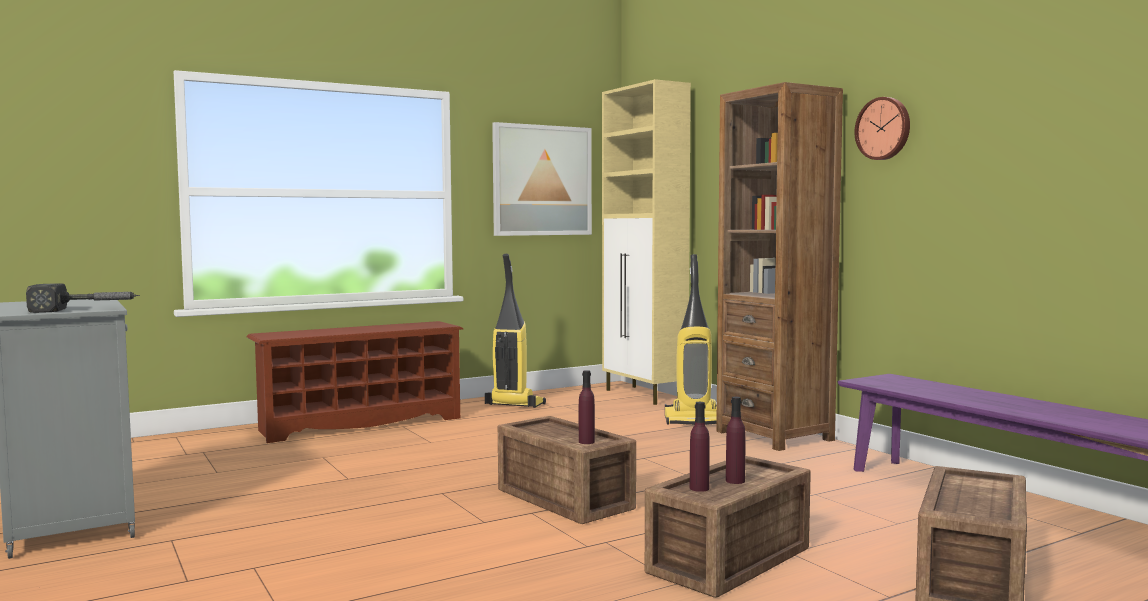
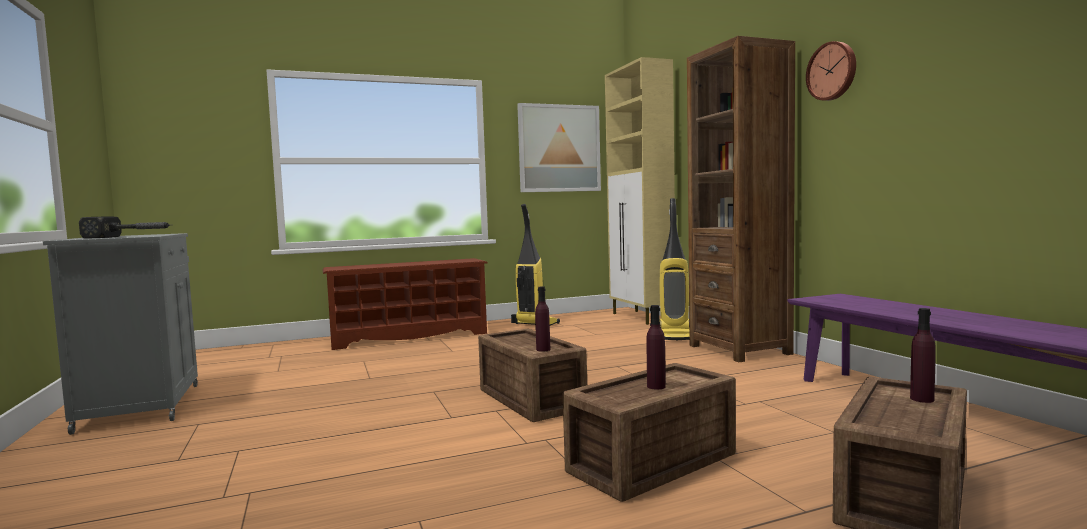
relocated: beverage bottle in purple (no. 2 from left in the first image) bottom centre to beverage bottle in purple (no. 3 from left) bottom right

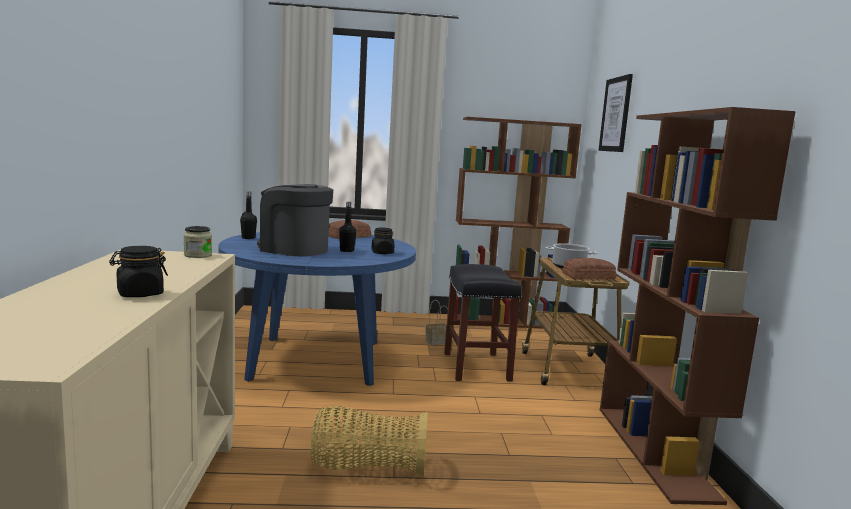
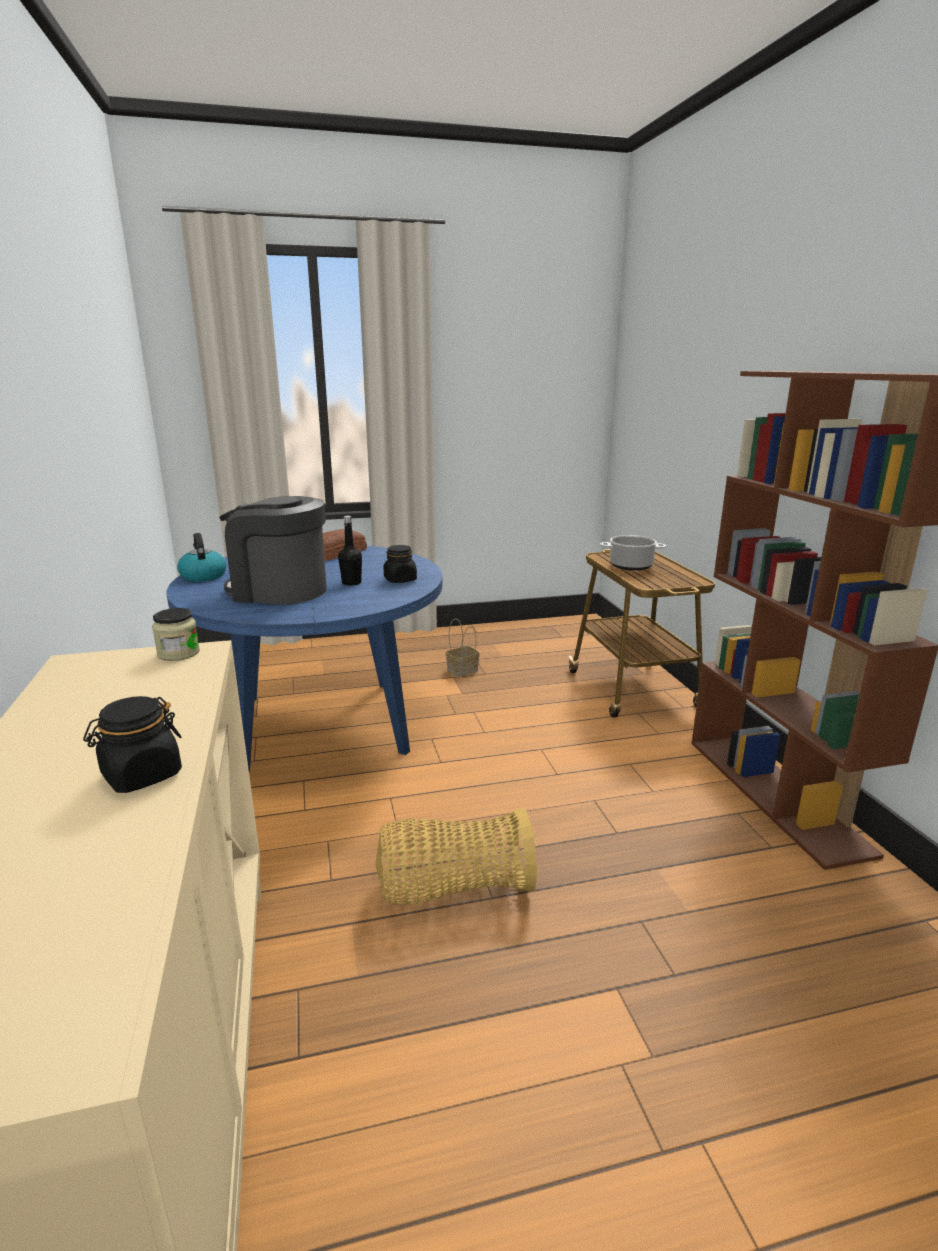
missing: stool seat in black centre; bookcase in brown-coloured (no. 1 from left) centre; bakery bread (no. 2 from left) middle right; picture top right
exchanged: beverage bottle in black (no. 1 from left) middle left to water kettle middle left

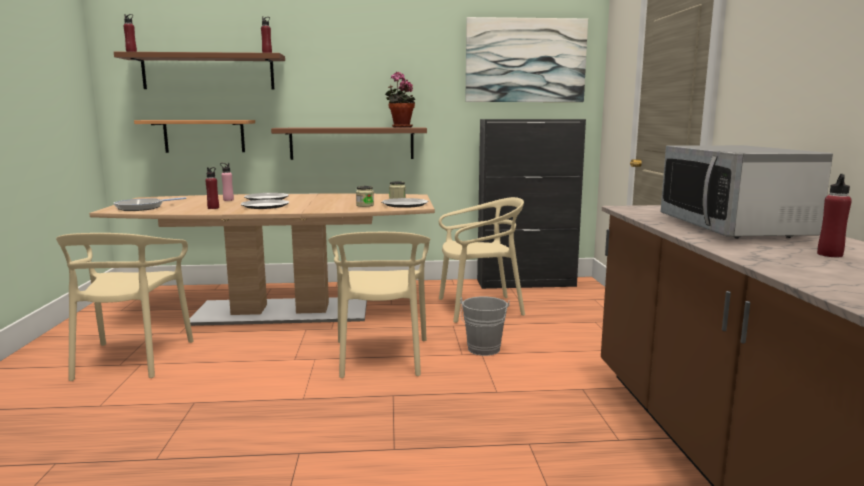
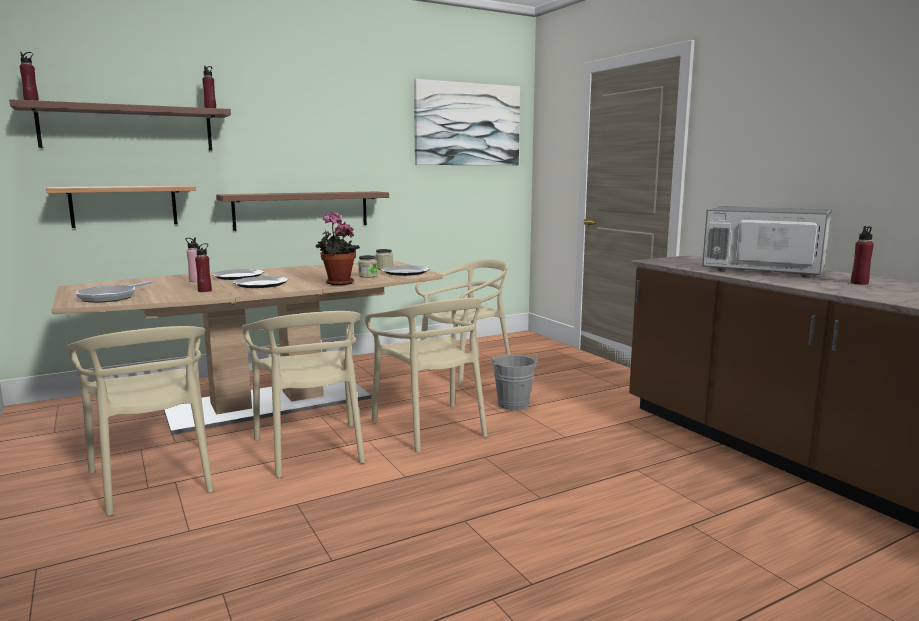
missing: cupboard in black centre
appeared: plain chair in sand-coloured (no. 2 from left) middle left
relocated: houseplant top centre to centre
spun: kitchen microwave middle right = middle right 150 degrees clockwise

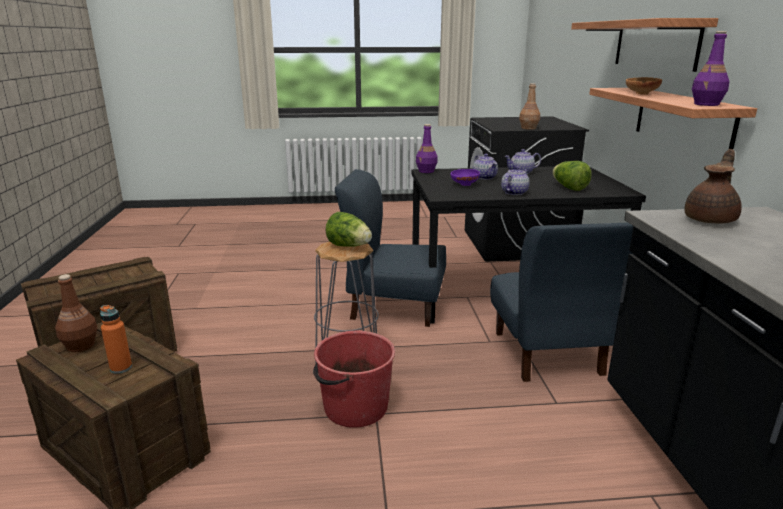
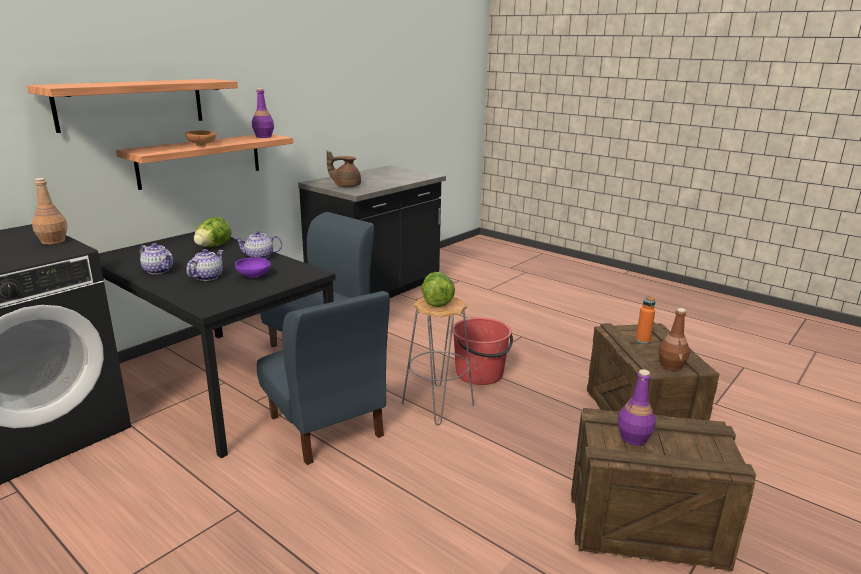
relocated: beverage bottle in purple (no. 1 from left in the first image) top centre to beverage bottle in purple (no. 2 from left) bottom right

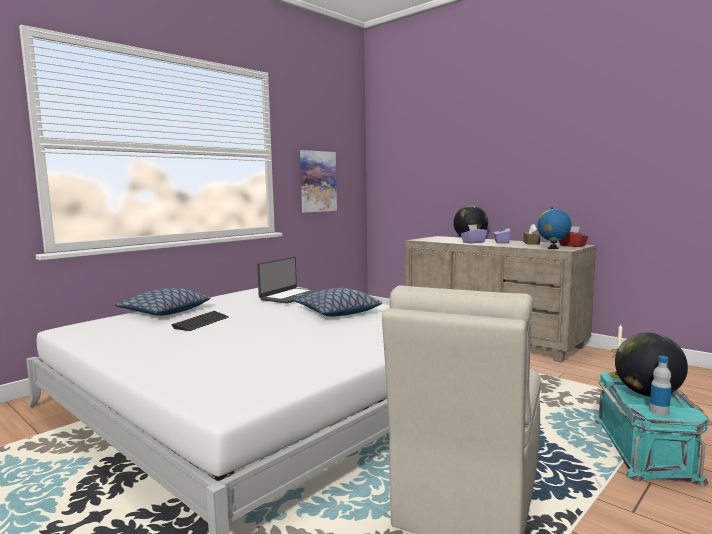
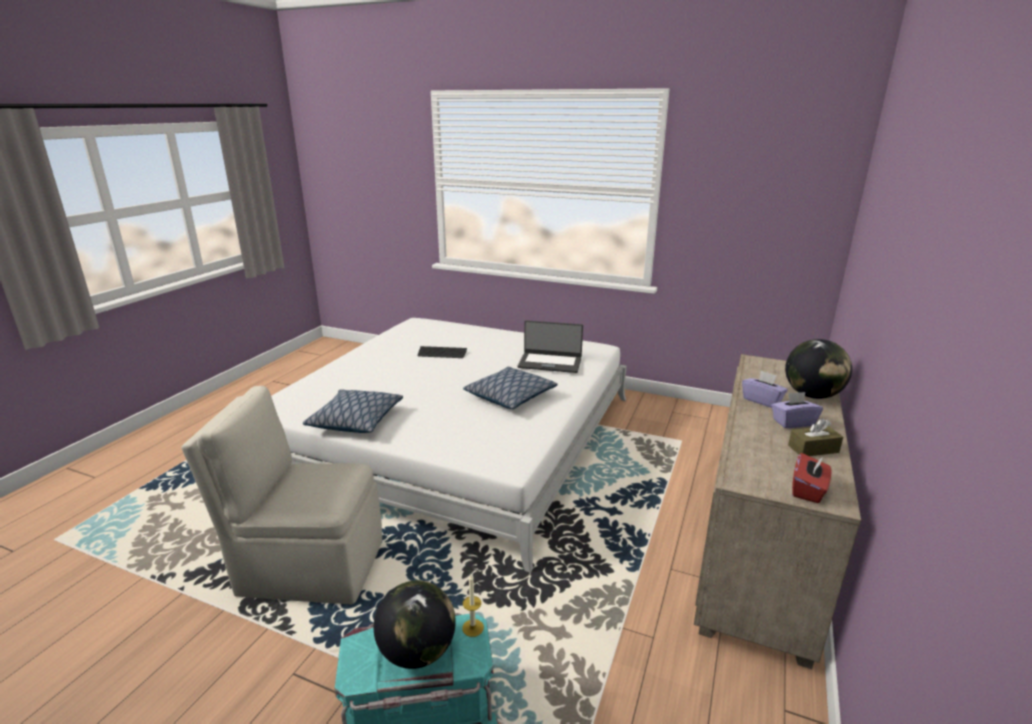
missing: picture centre; globe (no. 2 from left) middle right; beverage bottle bottom right
relocated: throw pillow (no. 1 from left) middle left to centre

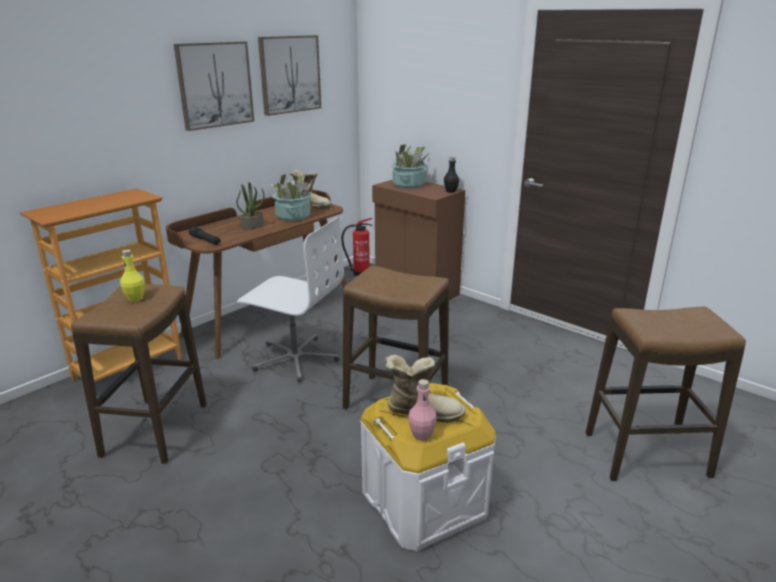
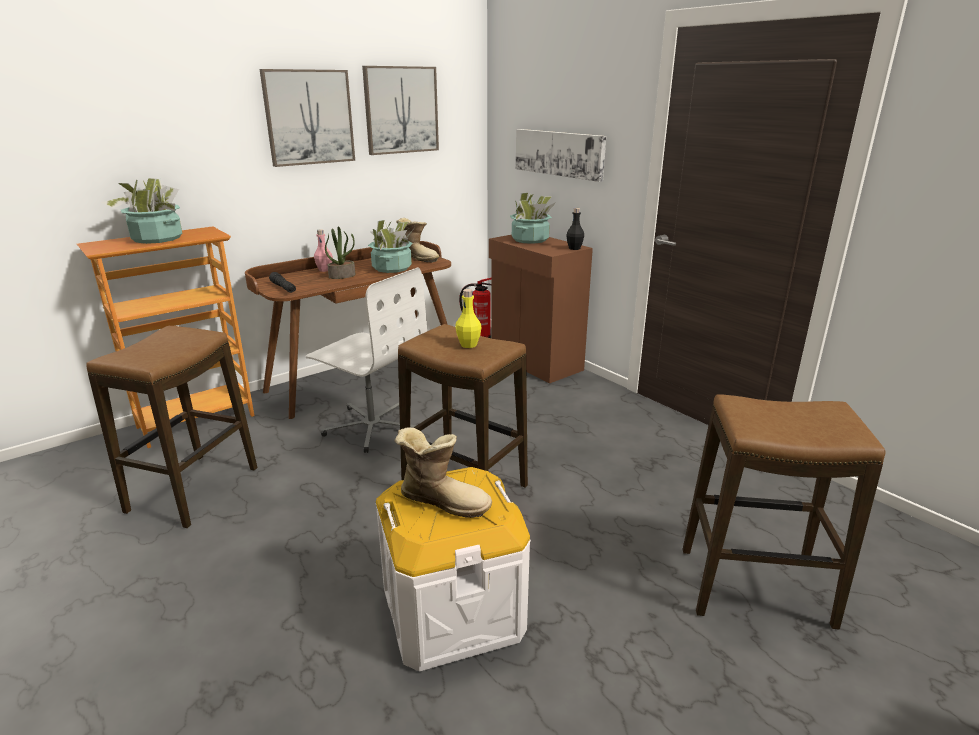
appeared: houseplant (no. 1 from left) top left; picture (no. 3 from left) top centre
relocated: beverage bottle in yellow-coloured middle left to centre; beverage bottle in pink-coloured bottom centre to middle left

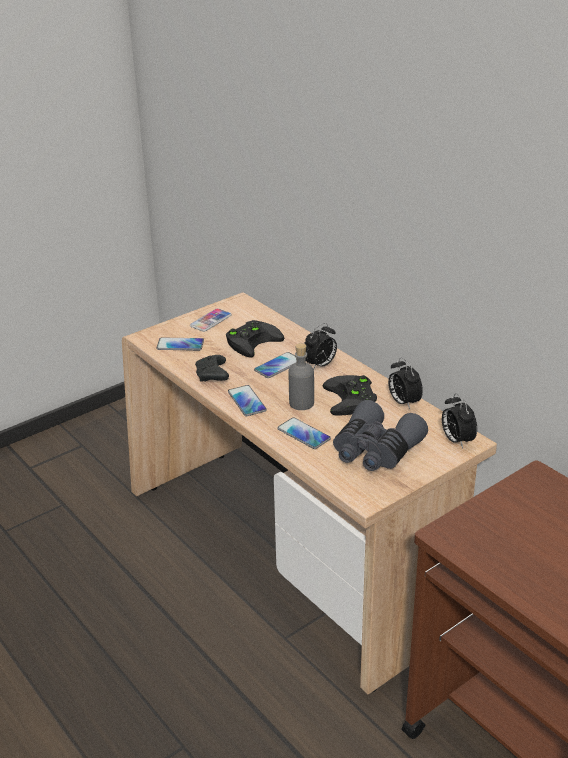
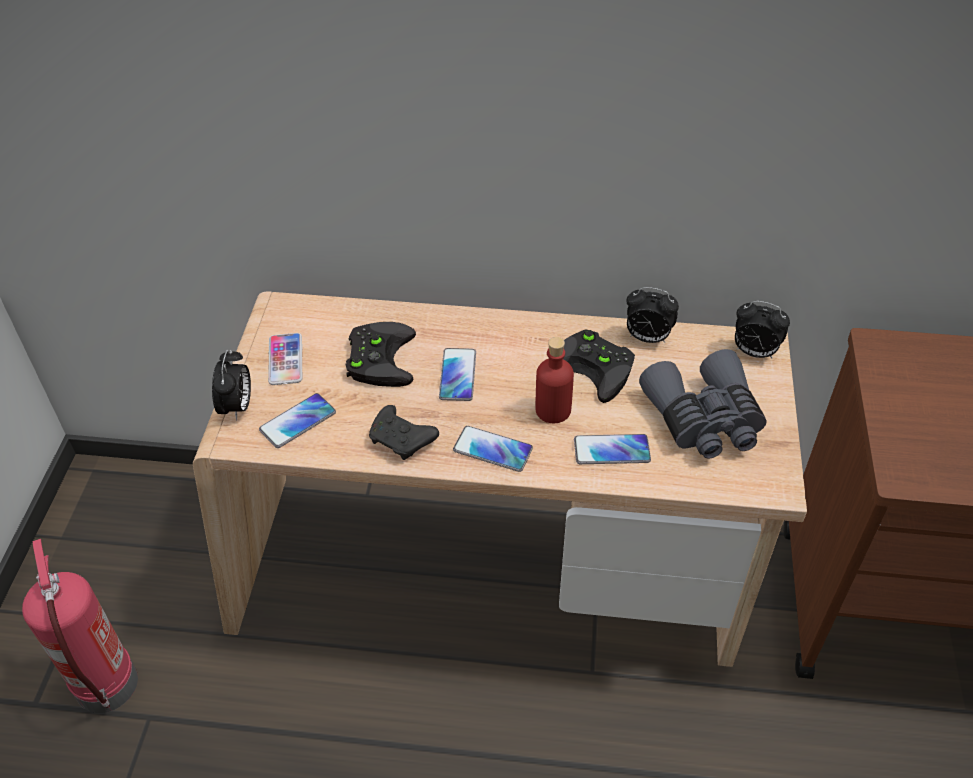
appeared: extinguisher bottom left
relocated: alarm clock (no. 1 from left) centre to middle left
colour: beverage bottle in grey centre to beverage bottle in red-coloured centre

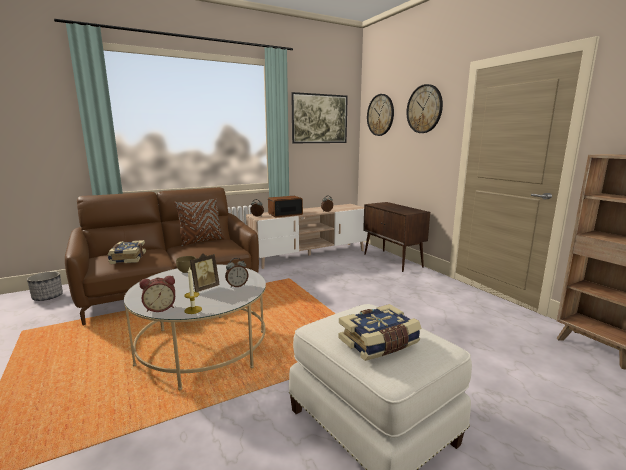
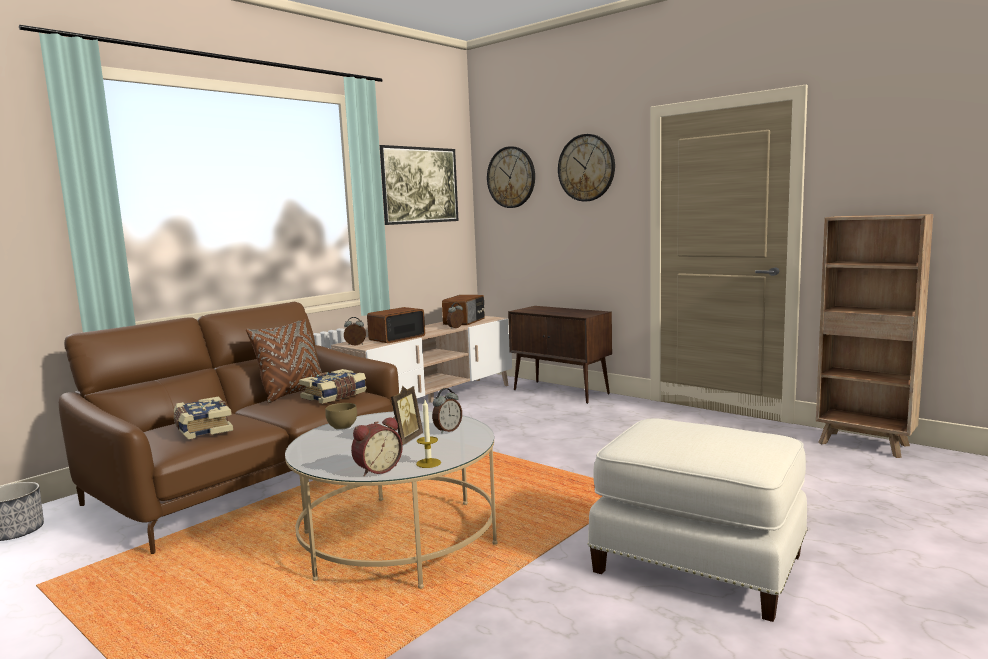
appeared: radio set (no. 2 from left) centre
relocated: bound book (no. 2 from left) bottom centre to centre

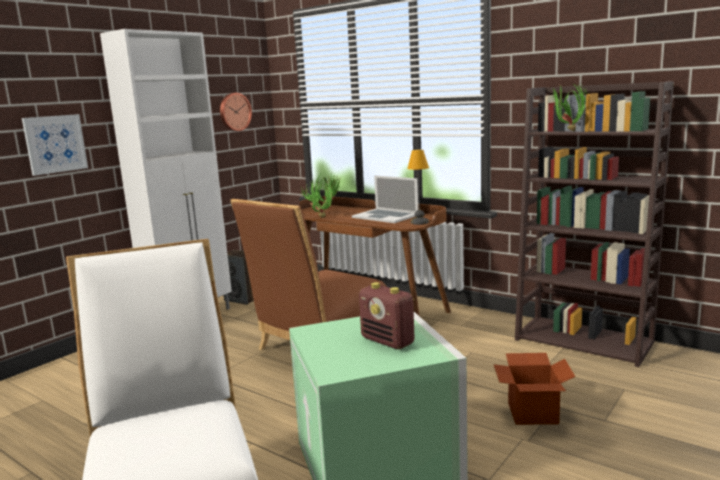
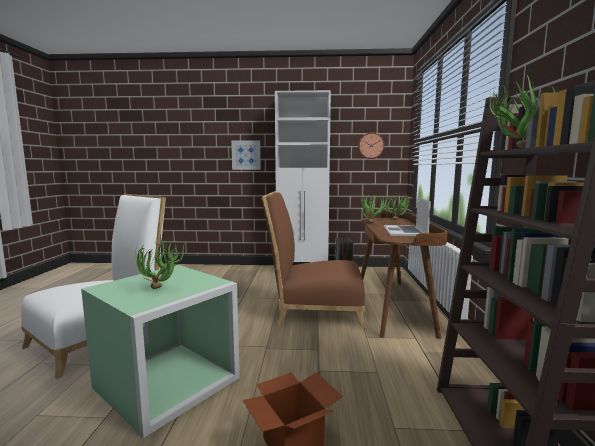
missing: tabletop lamp centre
exchanged: radio set centre to houseplant (no. 1 from left) middle left

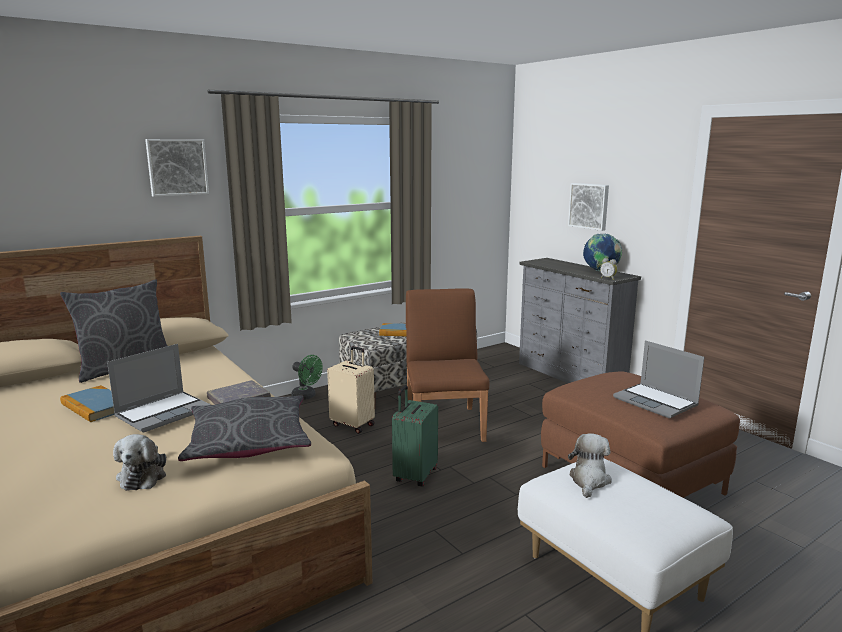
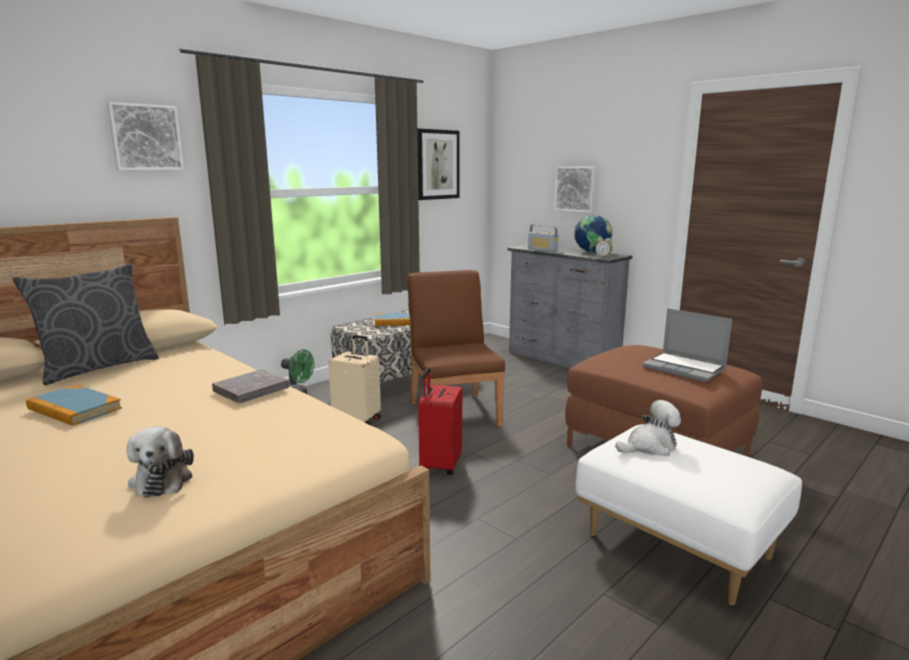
missing: portable computer (no. 1 from left) middle left; throw pillow in grey (no. 2 from left) bottom left
appeared: picture (no. 2 from left) top centre; radio set centre
colour: piece of luggage in greenish bottom centre to piece of luggage in red-coloured centre
spun: cuddly toy (no. 2 from left) bottom right = middle right 60 degrees clockwise

